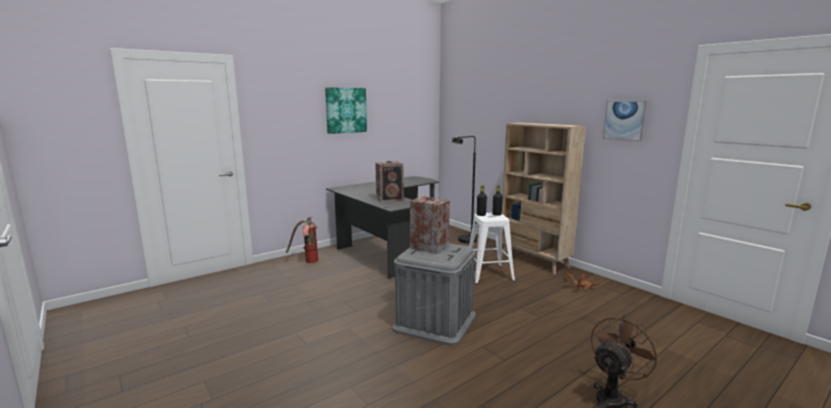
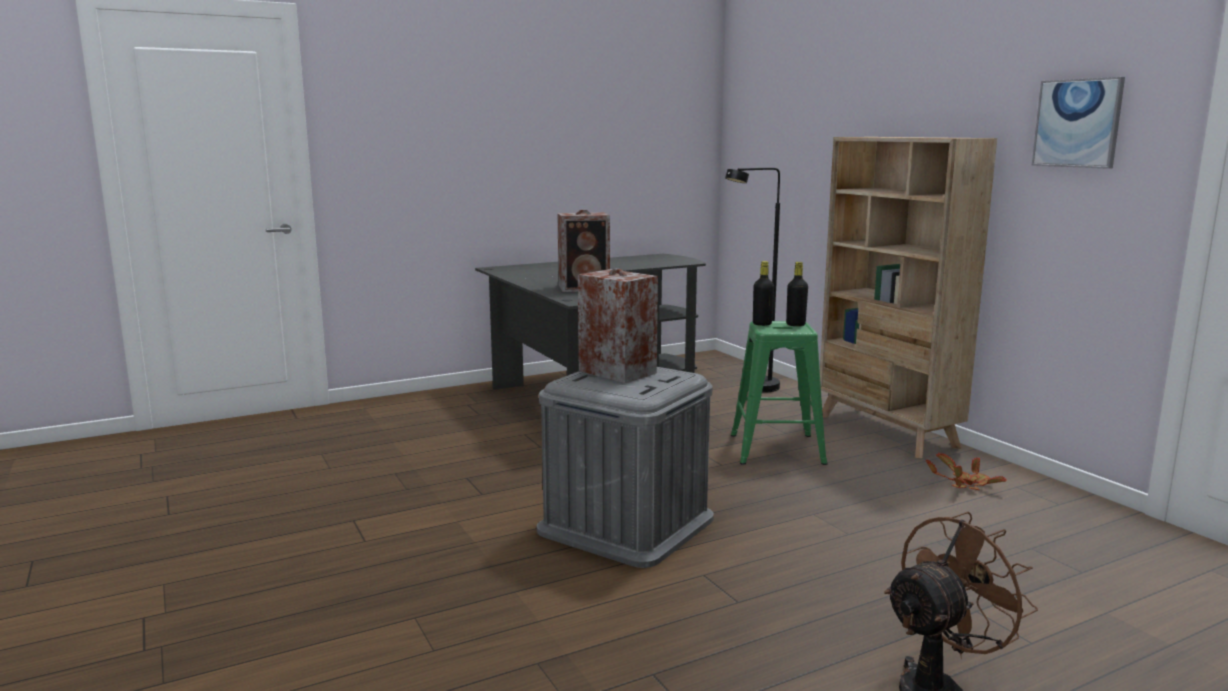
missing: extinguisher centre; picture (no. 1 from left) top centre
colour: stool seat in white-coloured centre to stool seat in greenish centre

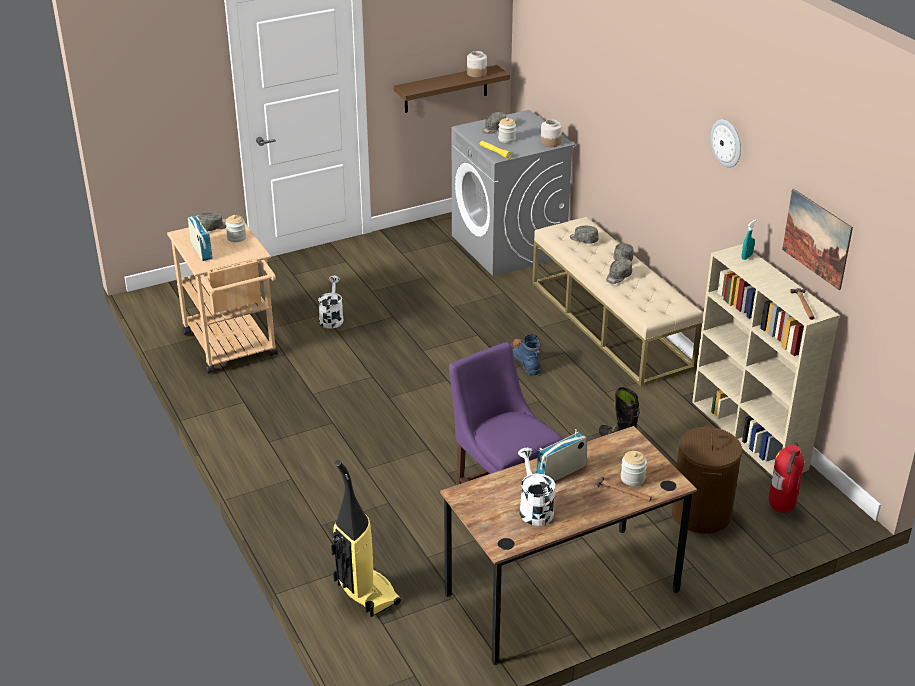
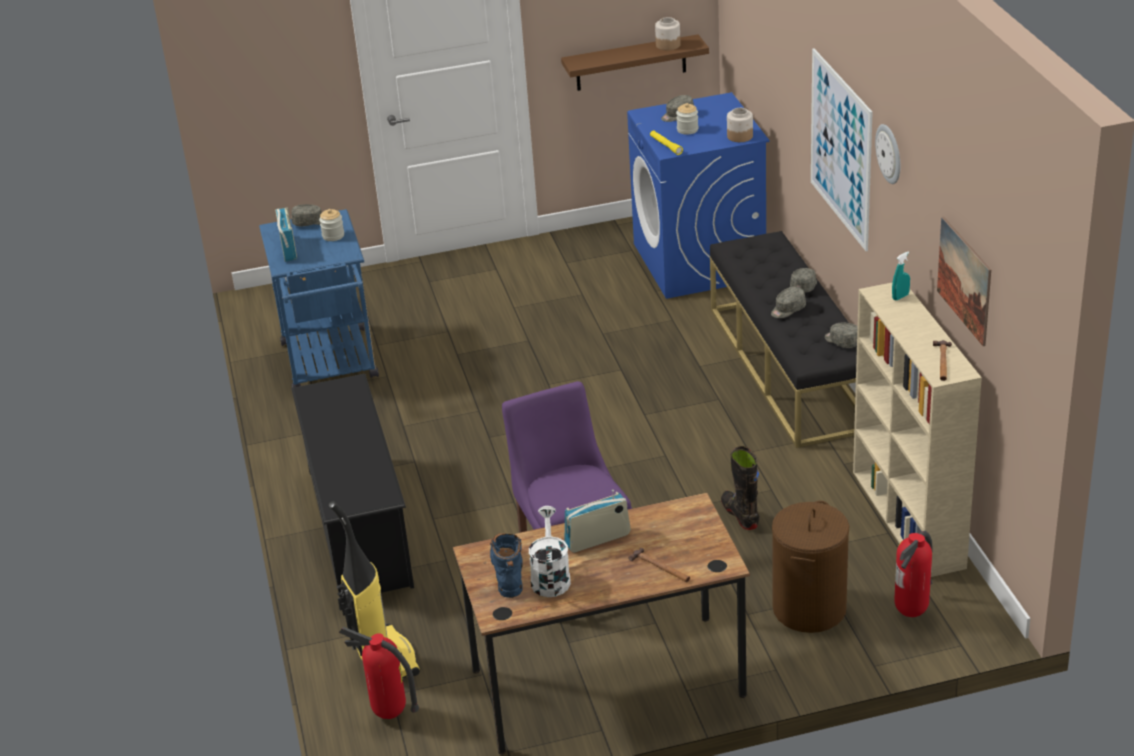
missing: sprinkling can in white-coloured (no. 1 from left) centre; jar (no. 5 from left) bottom right
appeared: shoe stand in black middle left; extinguisher (no. 1 from left) bottom centre; picture (no. 1 from left) top right
relocated: tall boot in blue-coloured centre to bottom centre; cap in grey (no. 3 from left in the first image) centre to cap in grey (no. 5 from left) middle right
colour: trolley in sand-coloured middle left to trolley in blue-coloured middle left; laundry appliance in grey top centre to laundry appliance in blue-coloured top centre; bench in sand-coloured middle right to bench in black middle right

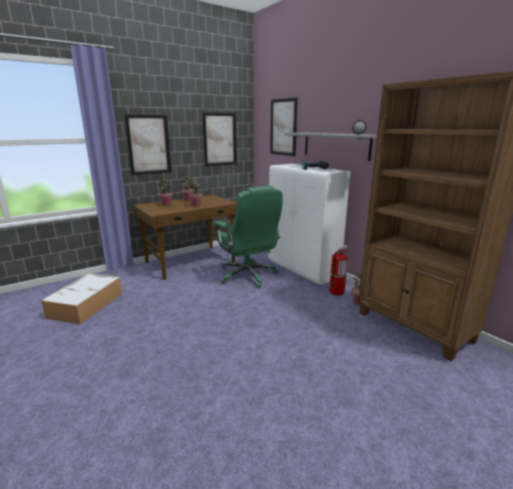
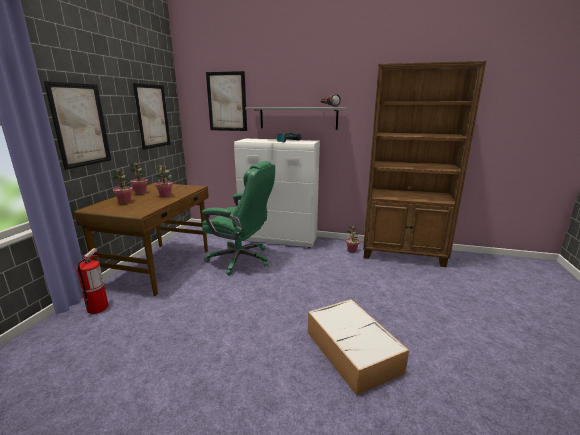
relocated: storage bin middle left to bottom centre; extinguisher centre to middle left

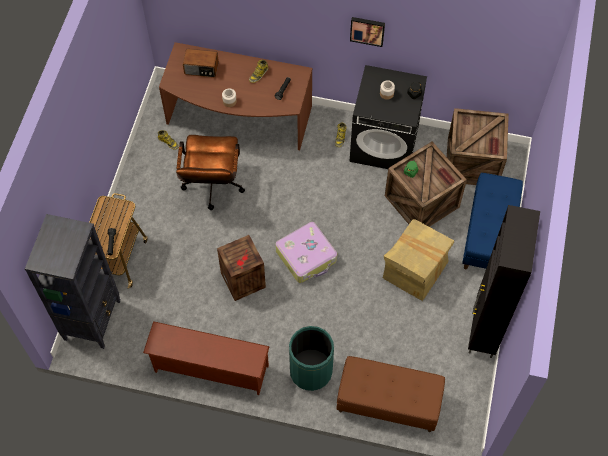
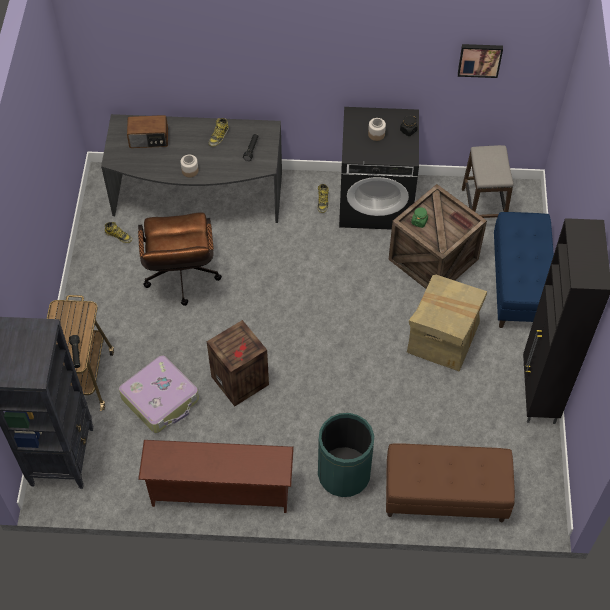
relocated: piece of luggage centre to middle left; picture top centre to top right
exchanged: crate (no. 3 from left) top right to stool seat top right
colour: desk unit in brown-coloured top centre to desk unit in grey top left

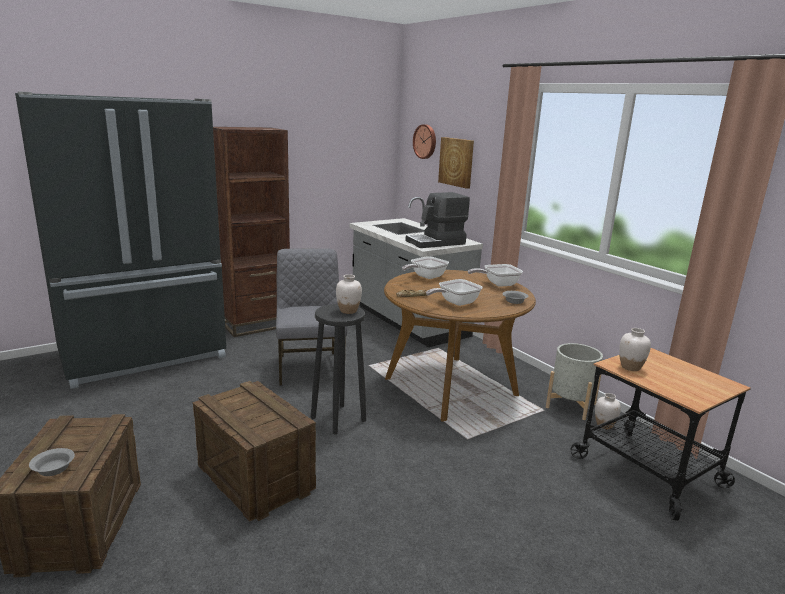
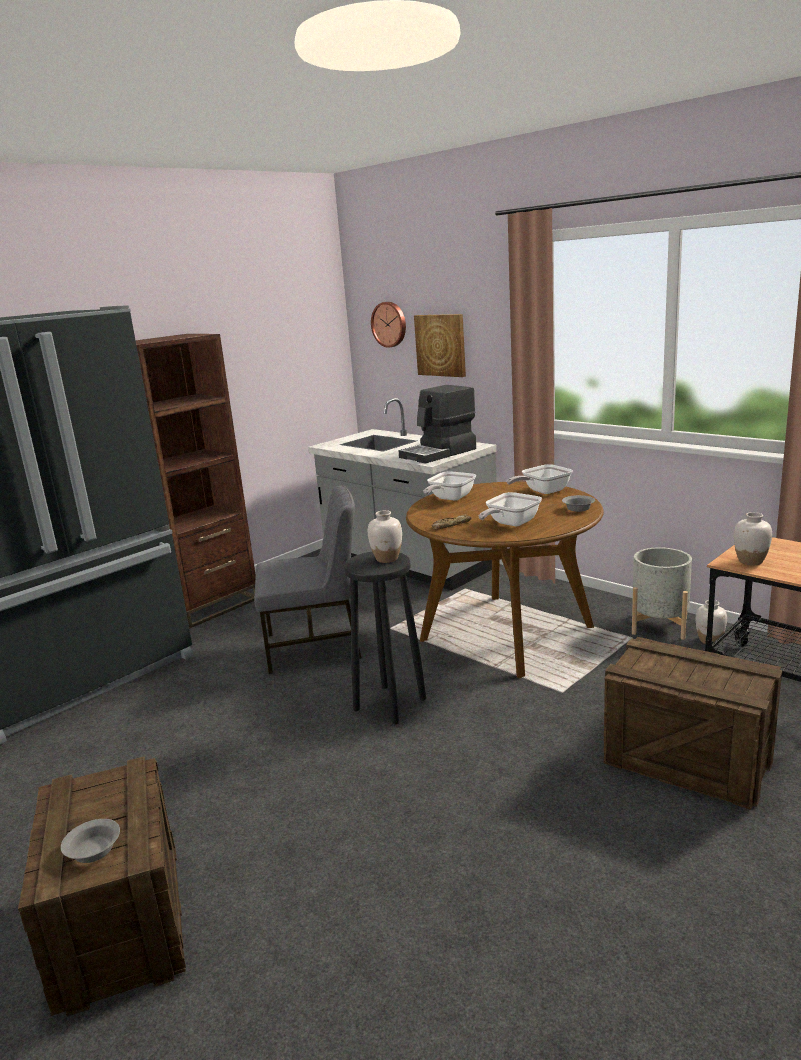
relocated: crate (no. 2 from left) bottom left to bottom right
spun: plain chair in grey centre = centre 105 degrees clockwise

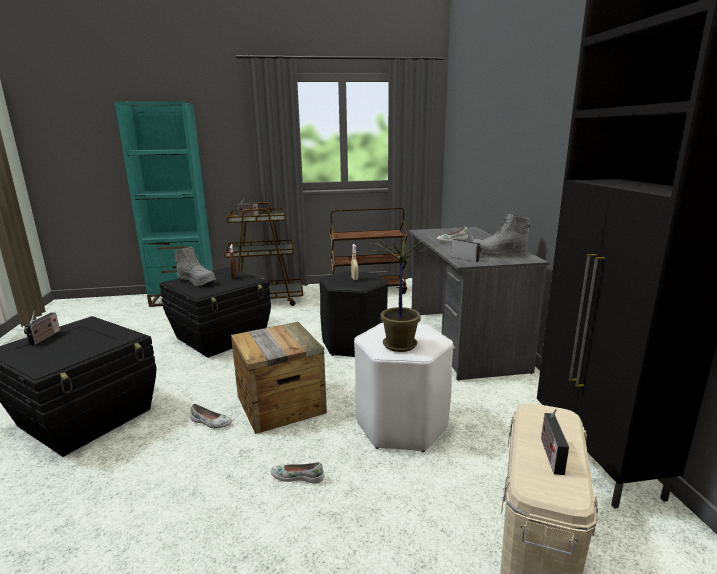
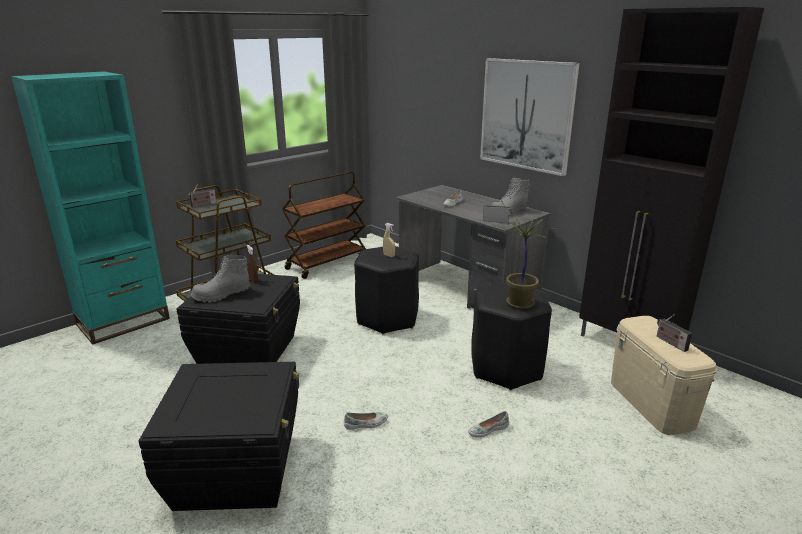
missing: radio set (no. 1 from left) middle left; crate centre
appeared: picture top centre
colour: stool seat in white-coloured bottom centre to stool seat in black (no. 2 from left) centre
spun: tall boot in grey (no. 1 from left) middle left = middle left 150 degrees clockwise

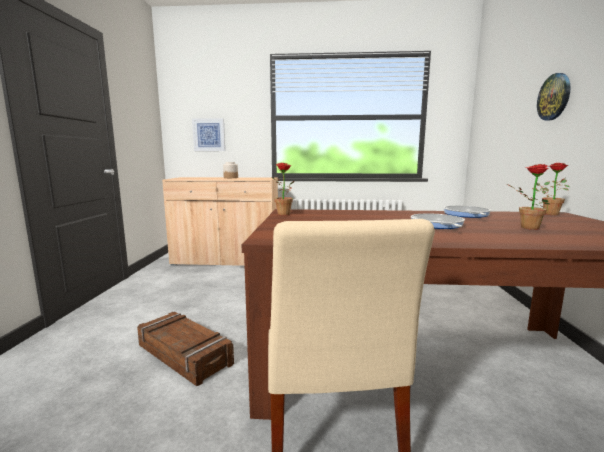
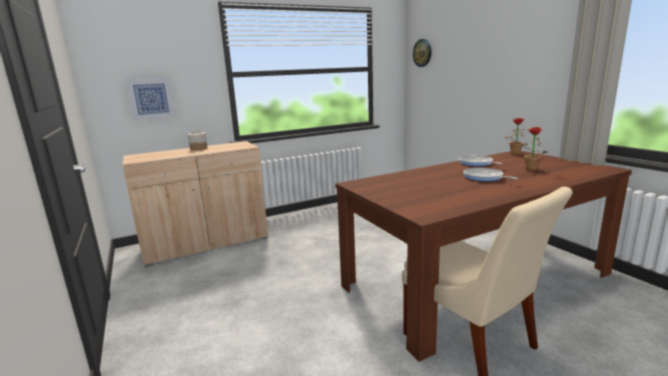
missing: crate bottom left; houseplant (no. 1 from left) centre
relocated: wall clock top right to top centre

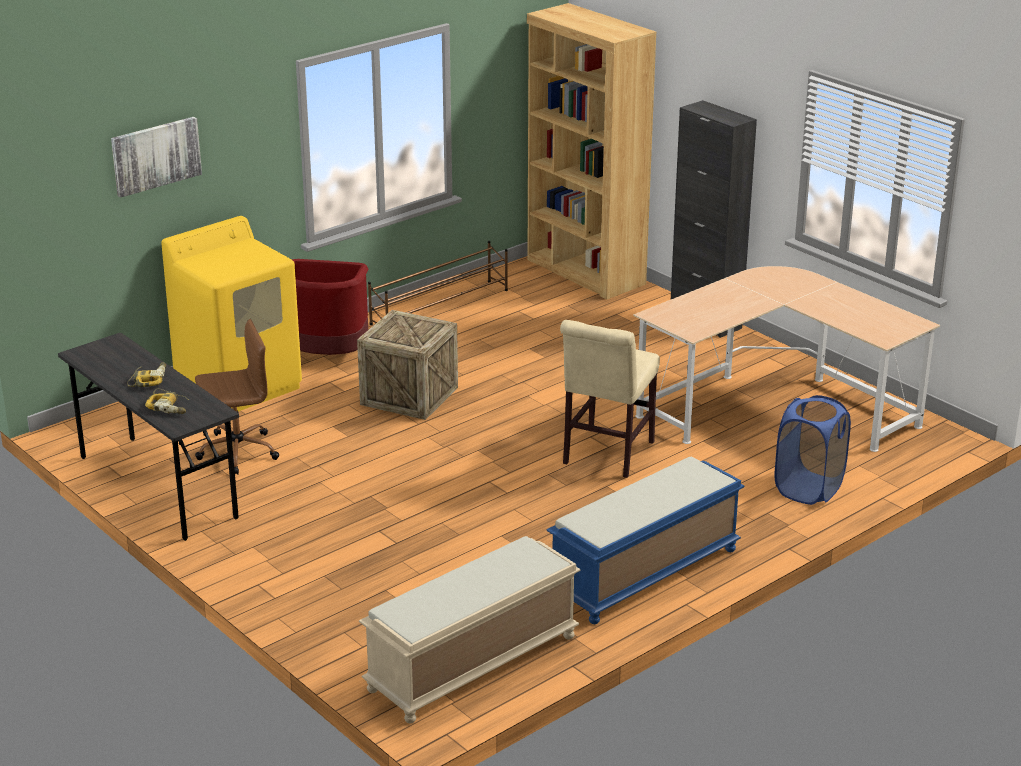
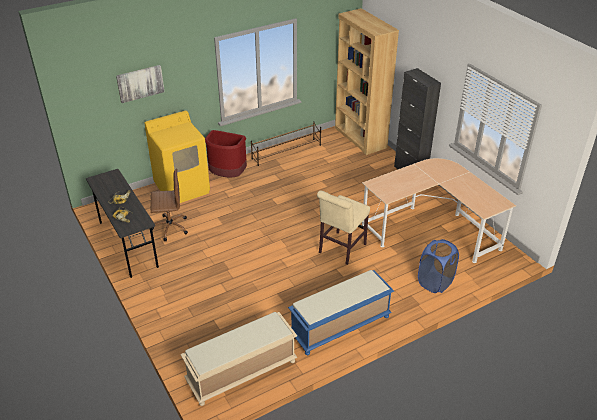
missing: crate centre

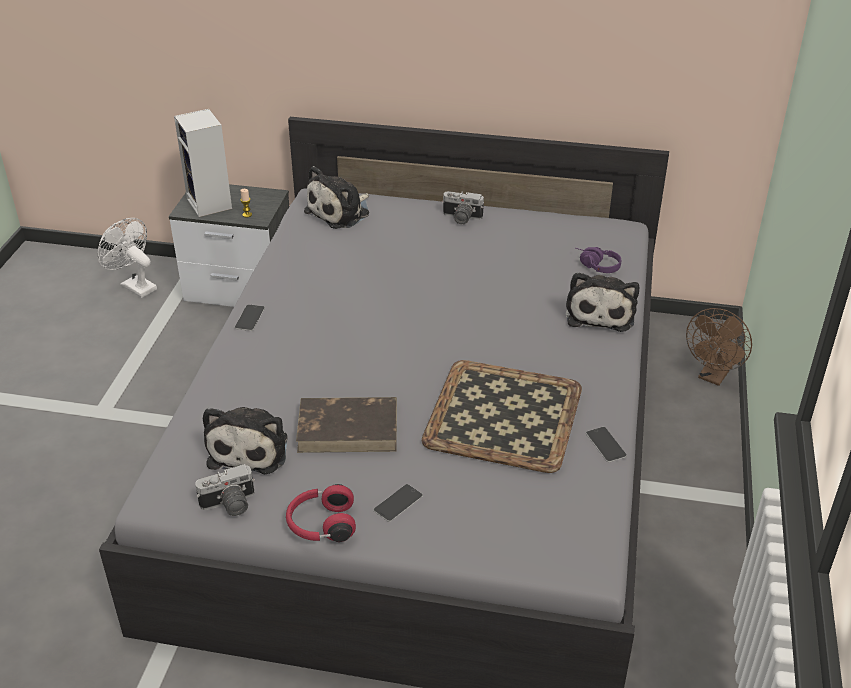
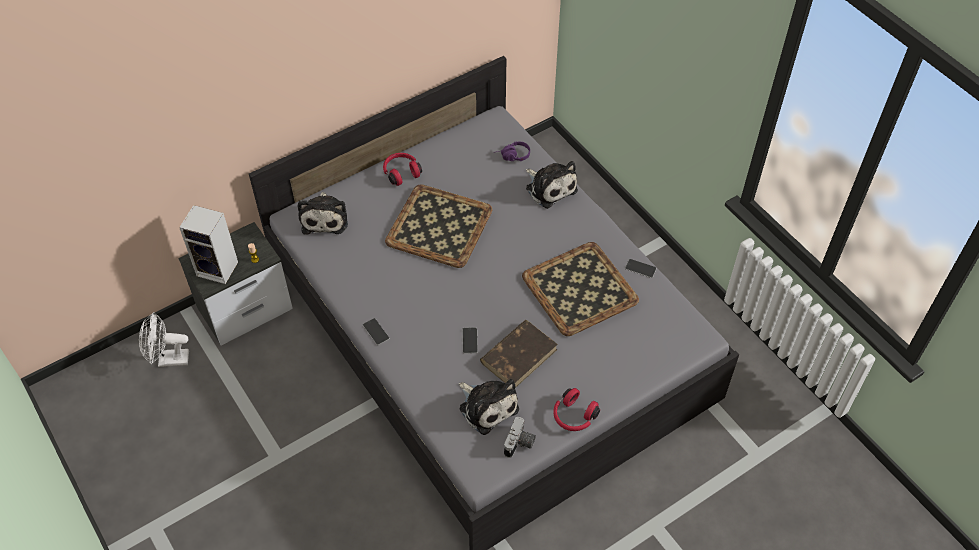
missing: fan in brown-coloured middle right
appeared: carrying tray (no. 1 from left) centre
relocated: handset (no. 2 from left) bottom centre to centre
exchanged: still camera (no. 2 from left) top centre to headset in red-coloured (no. 1 from left) top centre

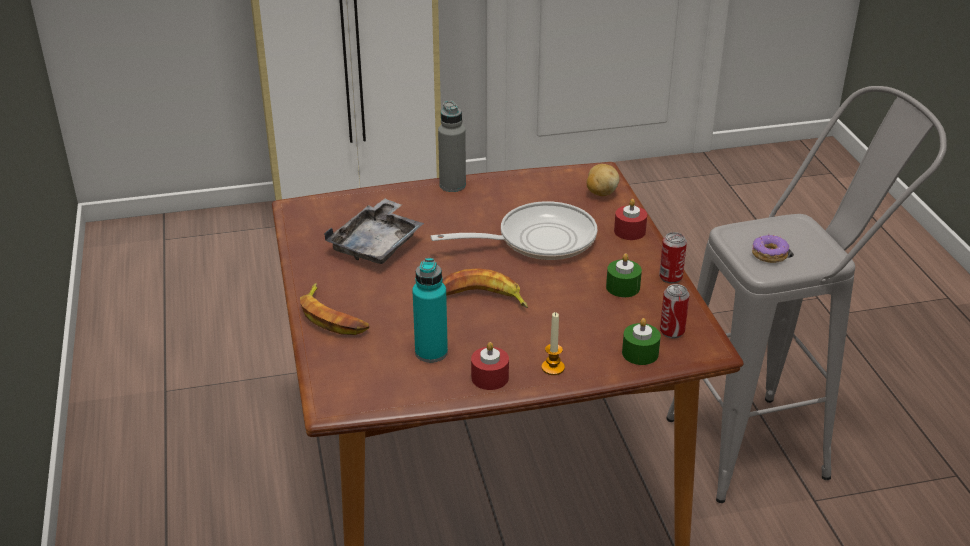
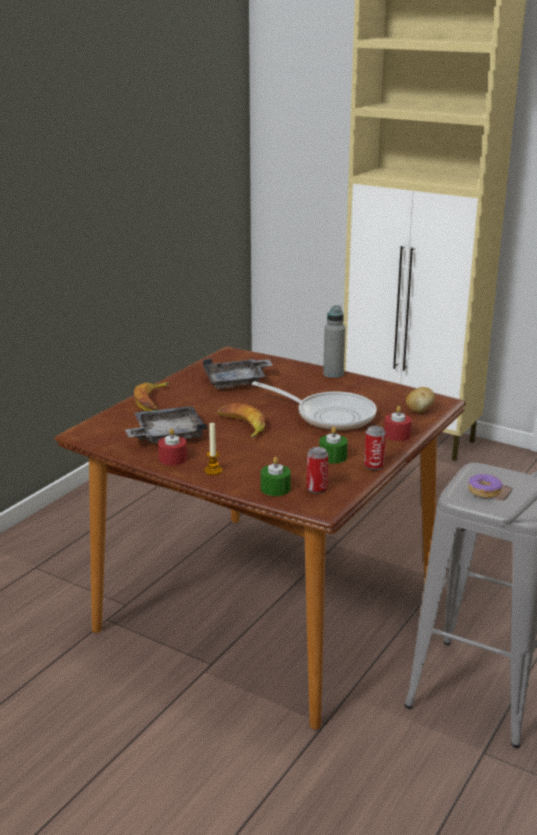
exchanged: beverage bottle in turquoise-coloured centre to carrying tray in grey (no. 1 from left) middle left

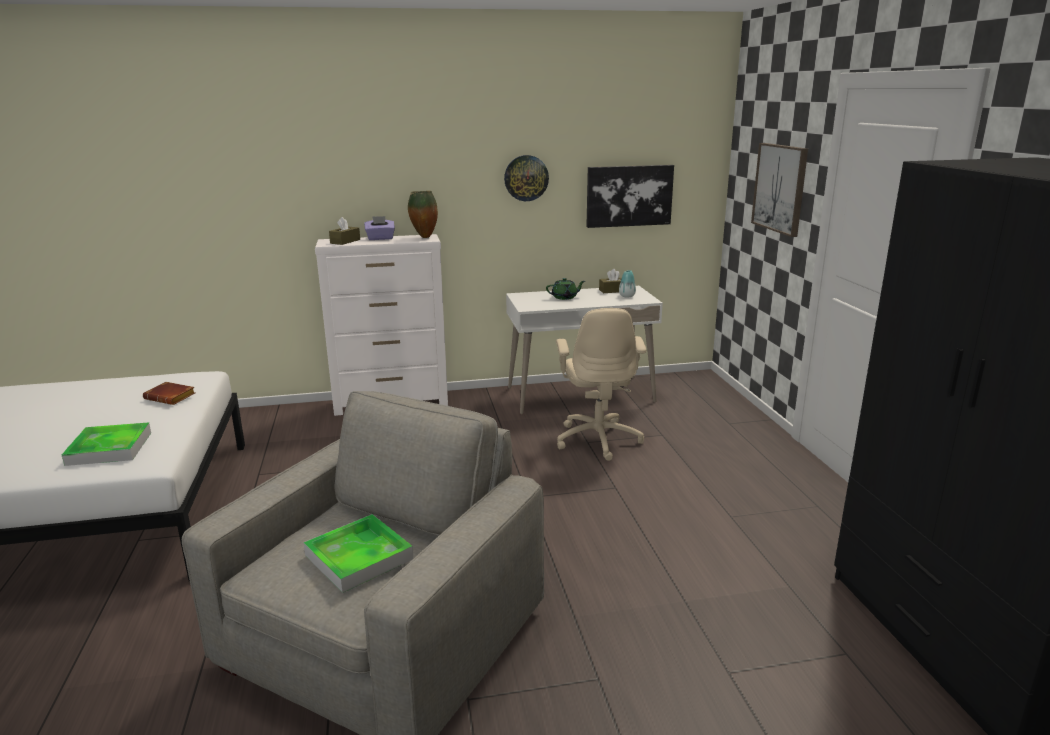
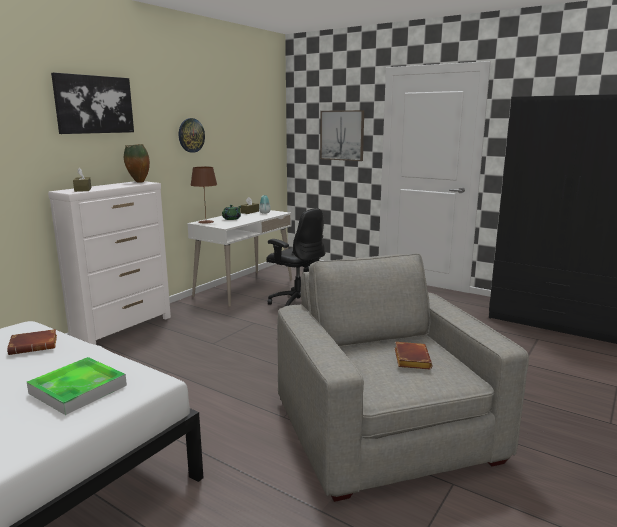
missing: tissue holder in purple top centre
appeared: tabletop lamp in brown-coloured middle left
relocated: picture (no. 1 from left) top centre to top left
exchanged: carrying tray (no. 2 from left) bottom centre to bound book in brown-coloured (no. 2 from left) bottom right
colour: office chair in sand-coloured centre to office chair in black centre

